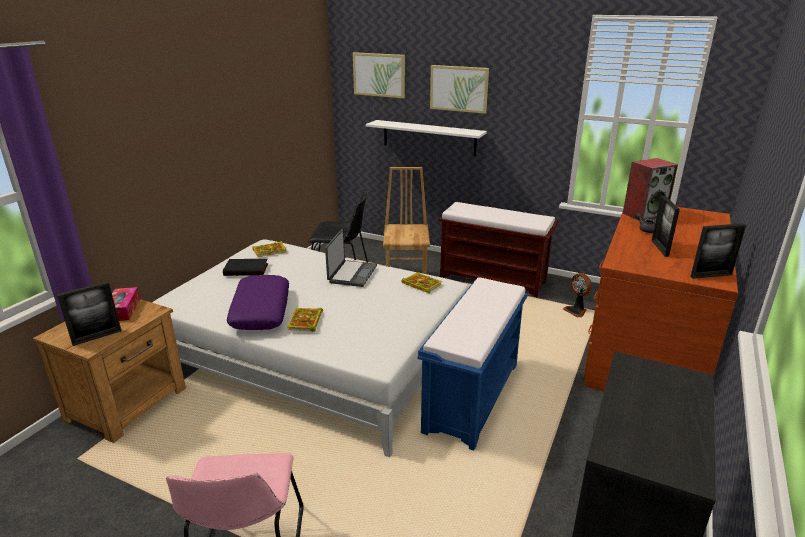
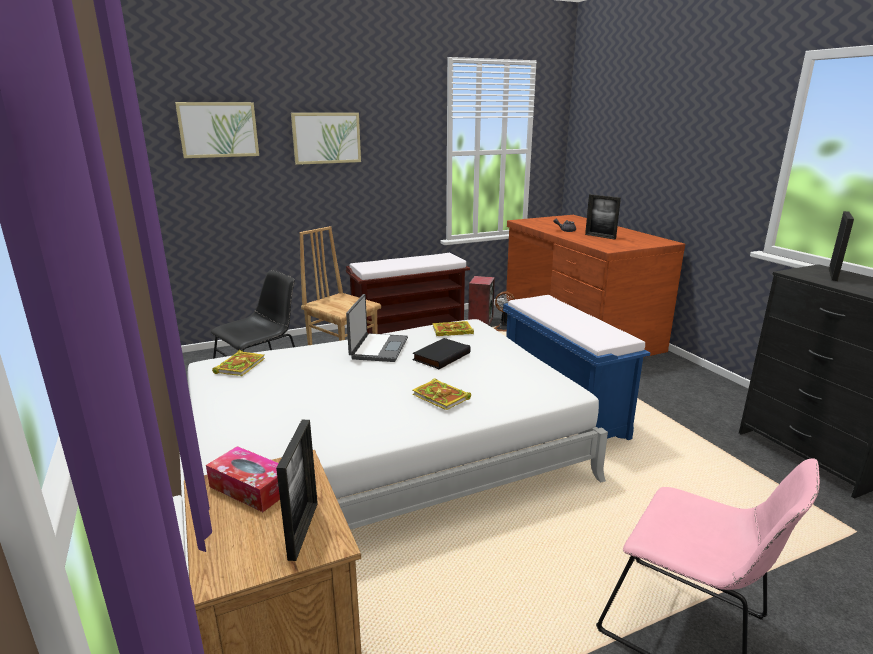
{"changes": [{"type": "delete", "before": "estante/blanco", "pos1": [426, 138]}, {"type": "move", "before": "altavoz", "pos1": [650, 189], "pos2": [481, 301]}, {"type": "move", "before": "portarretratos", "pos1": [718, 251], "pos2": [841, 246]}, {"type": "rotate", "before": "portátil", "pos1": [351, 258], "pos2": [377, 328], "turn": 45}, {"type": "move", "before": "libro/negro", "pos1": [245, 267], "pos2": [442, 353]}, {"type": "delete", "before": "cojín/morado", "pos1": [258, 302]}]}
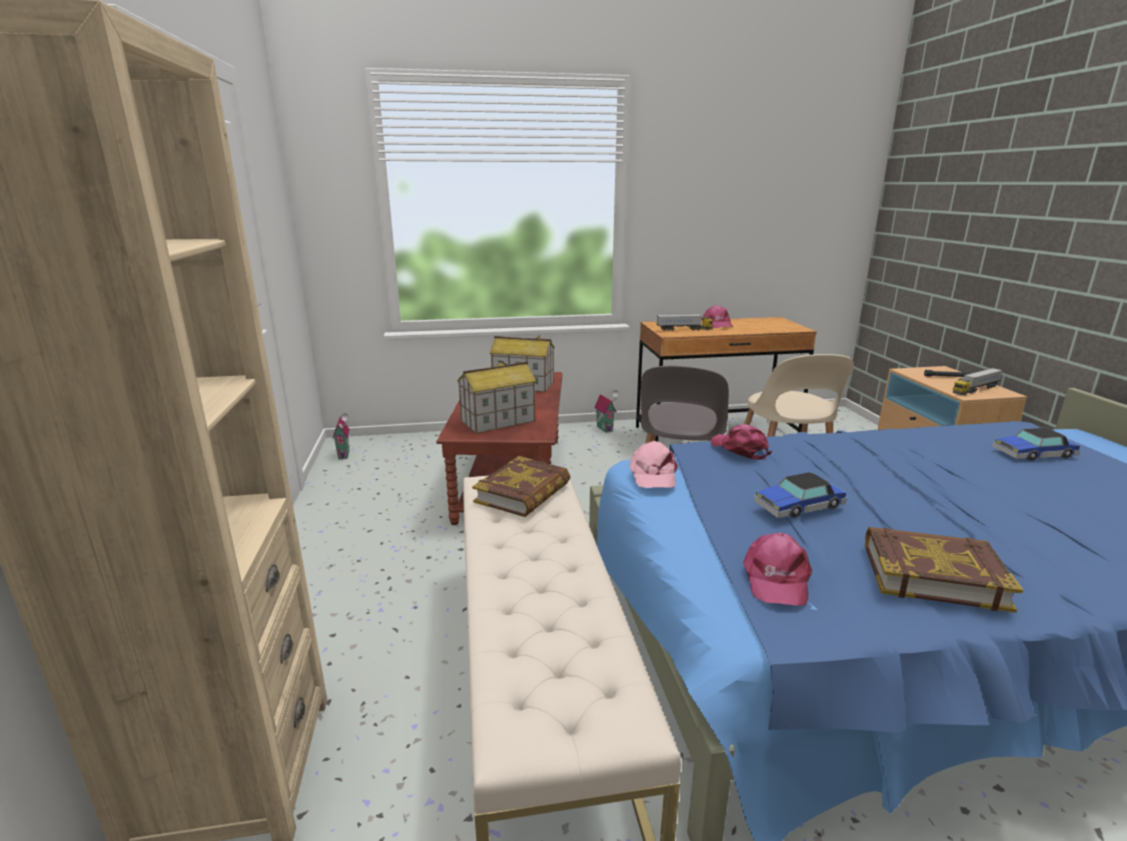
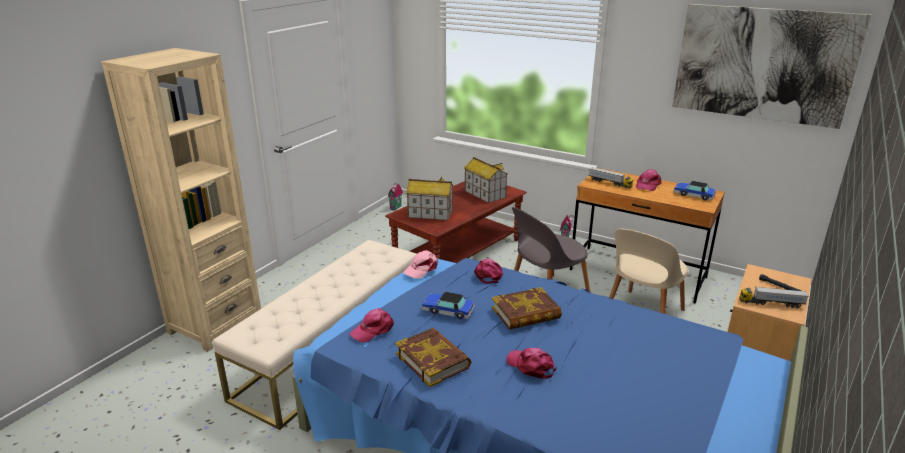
{"changes": [{"type": "move", "before": "coche de juguete", "pos1": [1036, 444], "pos2": [694, 191]}, {"type": "move", "before": "libro", "pos1": [521, 486], "pos2": [526, 308]}, {"type": "insert", "after": "cuadro", "pos2": [772, 66]}, {"type": "insert", "after": "gorra/rosa", "pos2": [532, 363]}]}
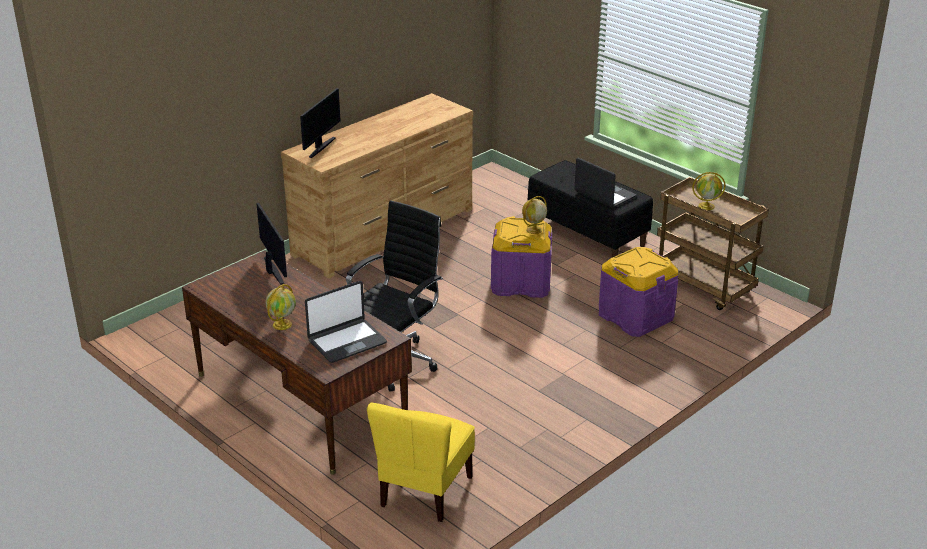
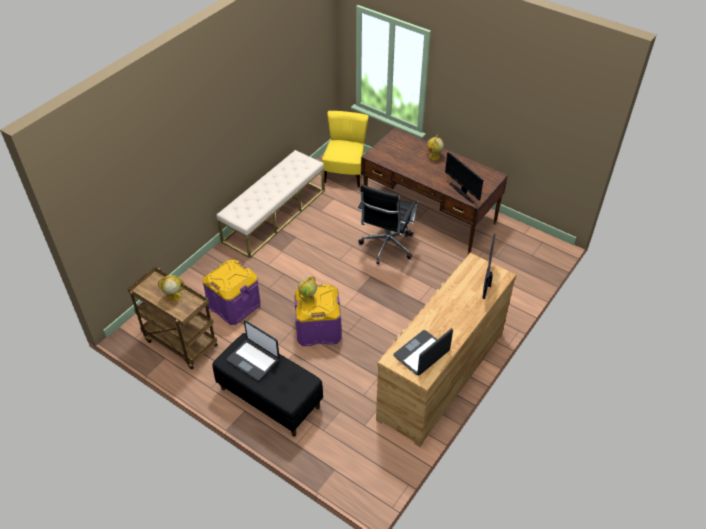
{"changes": [{"type": "move", "before": "portátil", "pos1": [346, 322], "pos2": [423, 351]}, {"type": "insert", "after": "banco/beis", "pos2": [270, 204]}]}
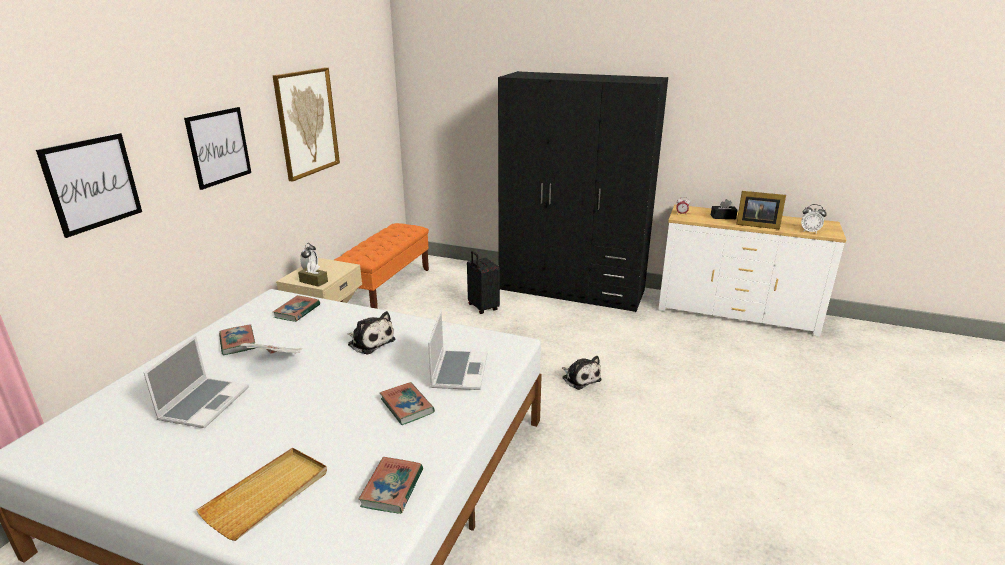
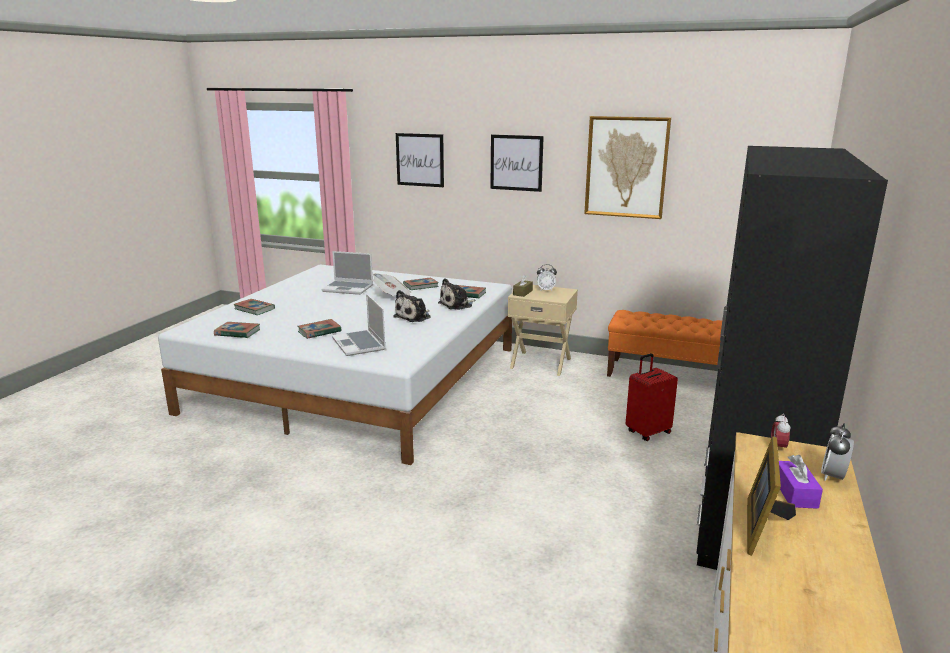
{"changes": [{"type": "recolor", "before": "caja de pañuelos/negro", "after": "caja de pañuelos/morado", "pos1": [724, 209], "pos2": [801, 482]}, {"type": "move", "before": "despertador", "pos1": [814, 219], "pos2": [837, 452]}, {"type": "recolor", "before": "maleta/negro", "after": "maleta/rojo", "pos1": [483, 282], "pos2": [652, 397]}, {"type": "rotate", "before": "portátil", "pos1": [457, 350], "pos2": [359, 325], "turn": 60}, {"type": "move", "before": "peluche", "pos1": [582, 373], "pos2": [457, 294]}, {"type": "replace", "before": "bandeja/beis", "after": "libro", "pos1": [262, 494], "pos2": [254, 307]}]}
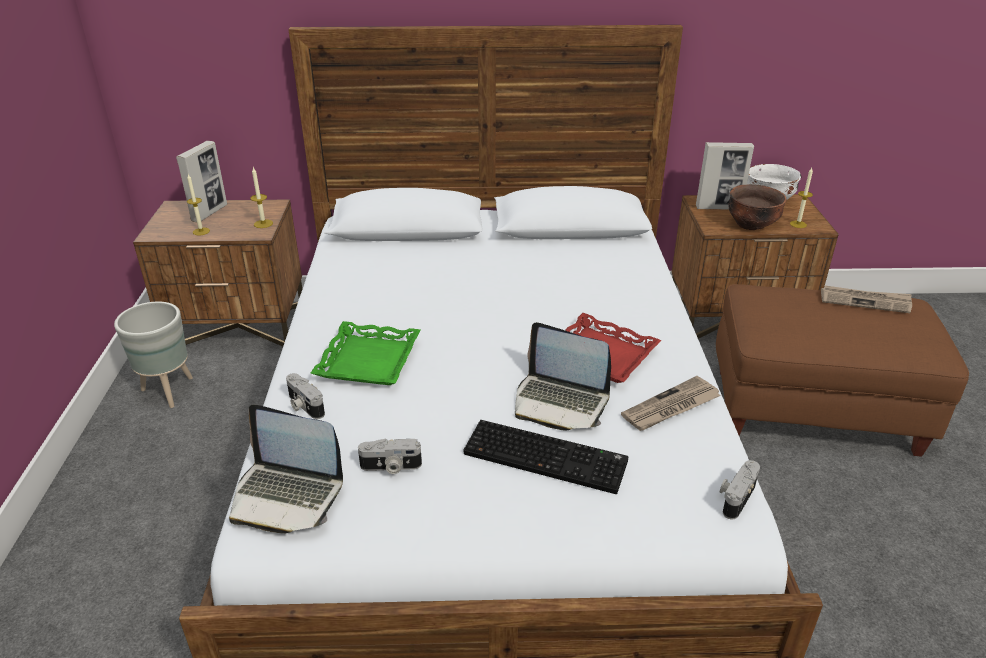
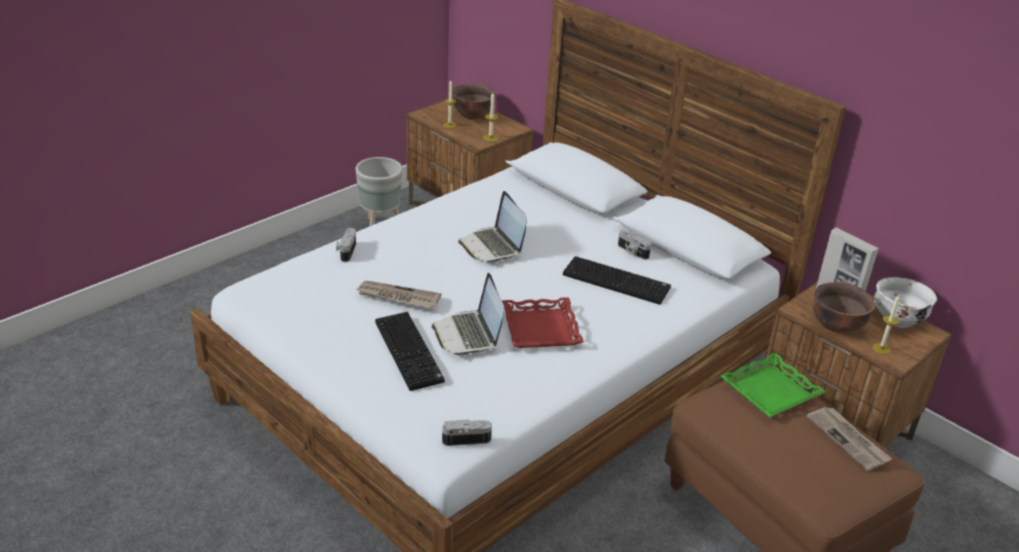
{"changes": [{"type": "replace", "before": "portarretratos", "after": "cuenco/marrón", "pos1": [201, 181], "pos2": [474, 101]}, {"type": "move", "before": "bandeja/verde", "pos1": [365, 353], "pos2": [773, 385]}, {"type": "move", "before": "periódico", "pos1": [671, 403], "pos2": [398, 294]}, {"type": "move", "before": "portátil", "pos1": [286, 469], "pos2": [492, 227]}, {"type": "move", "before": "cámara", "pos1": [390, 456], "pos2": [634, 245]}, {"type": "insert", "after": "teclado", "pos2": [617, 280]}]}
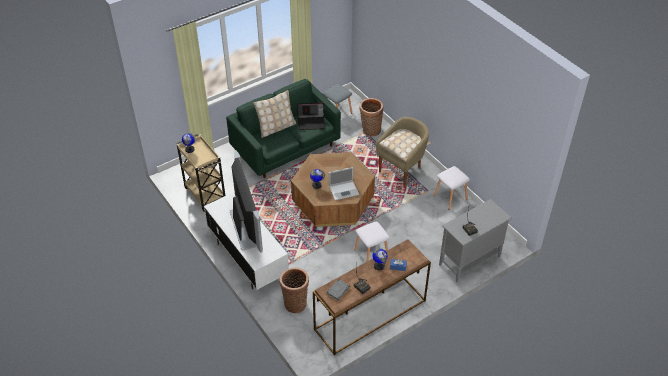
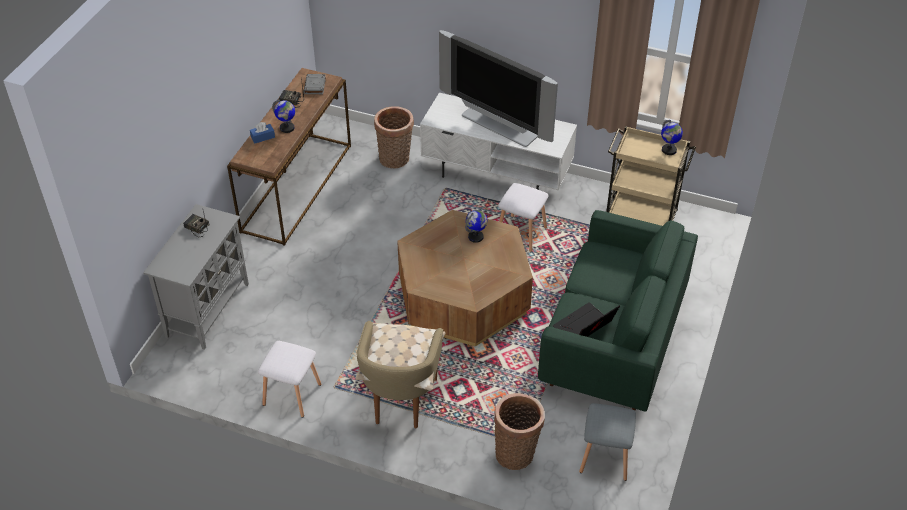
{"changes": [{"type": "delete", "before": "cojín/beis", "pos1": [274, 114]}, {"type": "delete", "before": "portátil", "pos1": [344, 183]}, {"type": "move", "before": "taburete/blanco", "pos1": [372, 241], "pos2": [523, 217]}]}
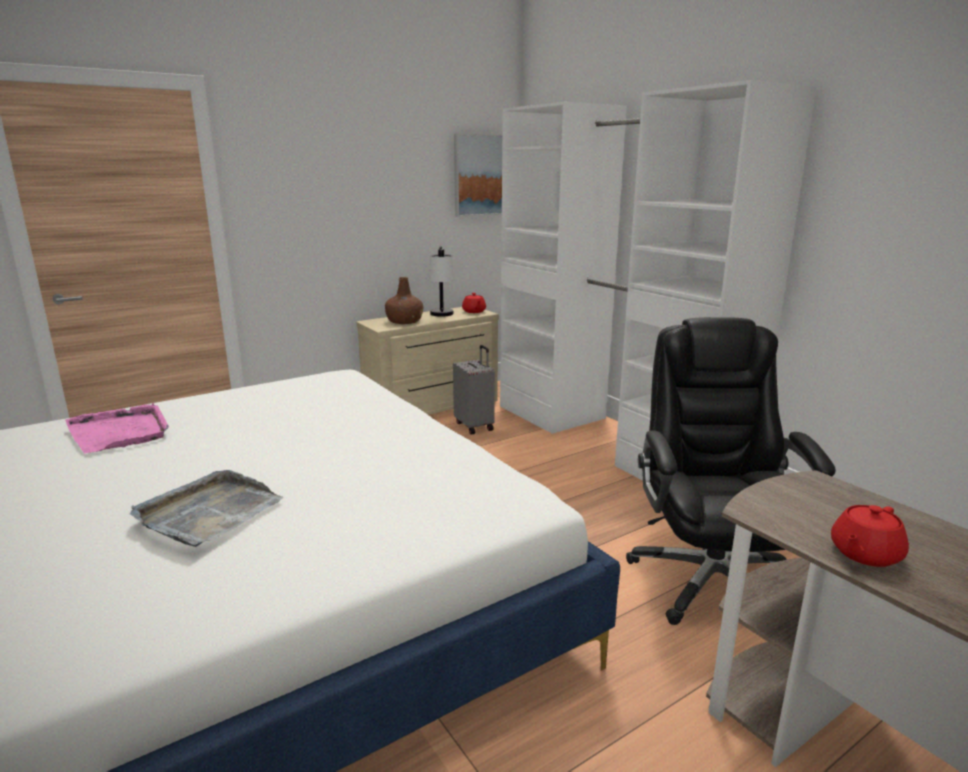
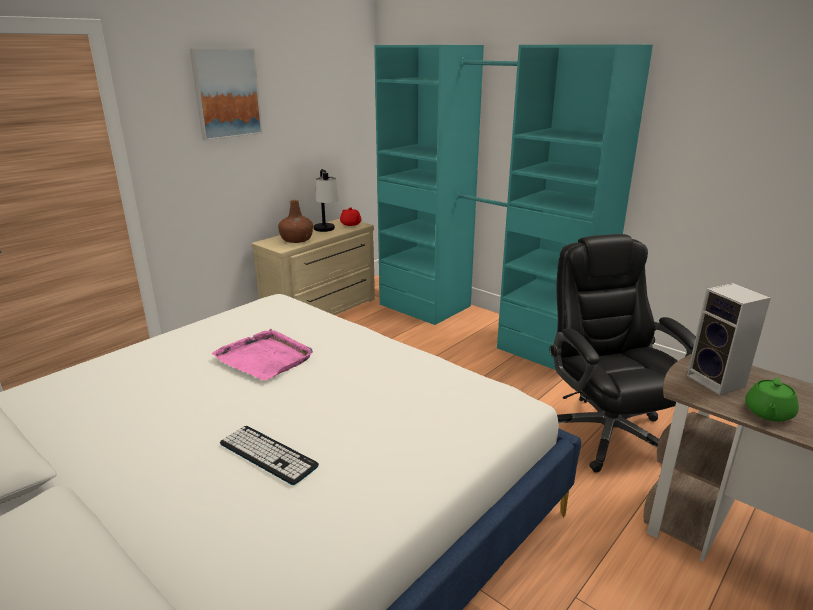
{"changes": [{"type": "recolor", "before": "armario ropero/blanco", "after": "armario ropero/turquesa", "pos1": [658, 280], "pos2": [513, 207]}, {"type": "move", "before": "cuadro", "pos1": [478, 175], "pos2": [226, 94]}, {"type": "delete", "before": "maleta/gris", "pos1": [474, 390]}, {"type": "move", "before": "bandeja/rosa", "pos1": [117, 428], "pos2": [262, 355]}, {"type": "replace", "before": "bandeja/gris", "after": "teclado", "pos1": [206, 508], "pos2": [269, 455]}, {"type": "recolor", "before": "tetera/rojo", "after": "tetera/verde", "pos1": [870, 536], "pos2": [772, 400]}, {"type": "insert", "after": "altavoz", "pos2": [729, 339]}]}
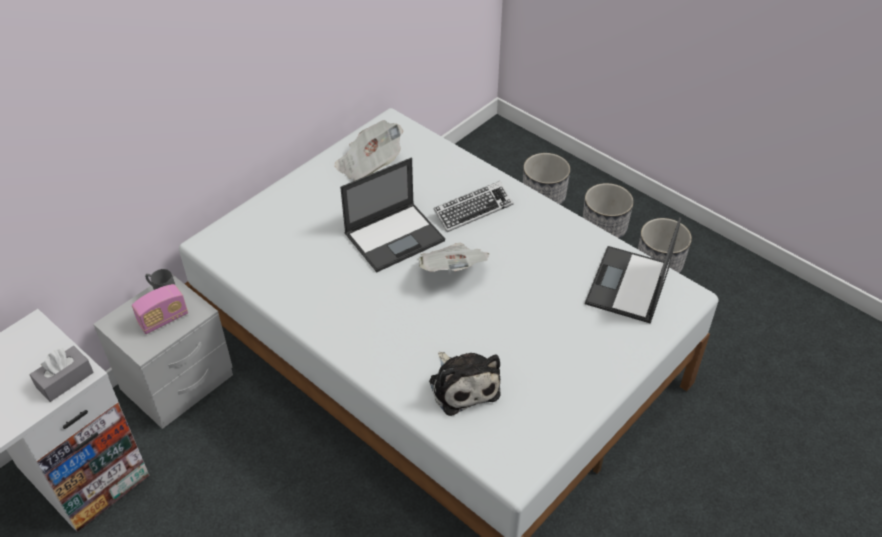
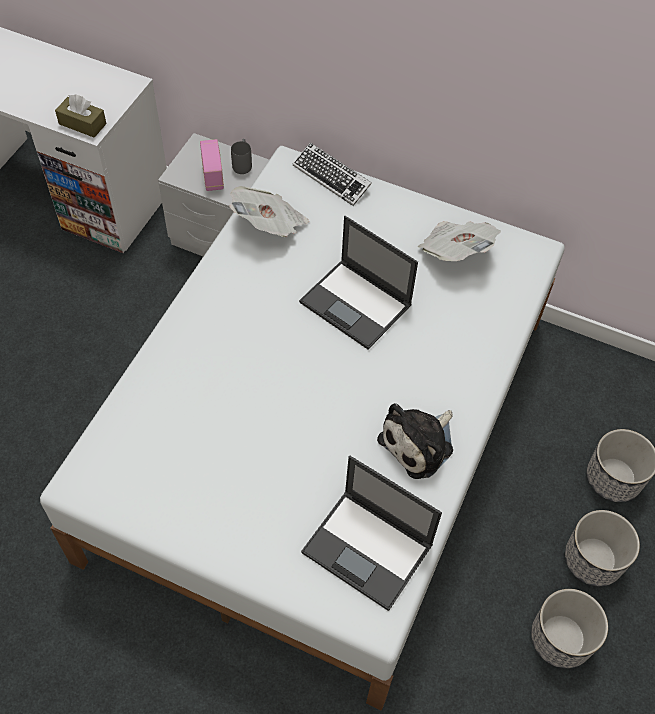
{"changes": [{"type": "move", "before": "teclado", "pos1": [473, 206], "pos2": [332, 174]}, {"type": "rotate", "before": "portátil", "pos1": [633, 270], "pos2": [371, 533], "turn": -150}, {"type": "move", "before": "periódico", "pos1": [454, 257], "pos2": [269, 211]}, {"type": "rotate", "before": "radio", "pos1": [160, 309], "pos2": [212, 165], "turn": -135}, {"type": "recolor", "before": "caja de pañuelos/gris", "after": "caja de pañuelos/marrón", "pos1": [62, 374], "pos2": [81, 116]}, {"type": "move", "before": "peluche", "pos1": [464, 384], "pos2": [415, 441]}]}
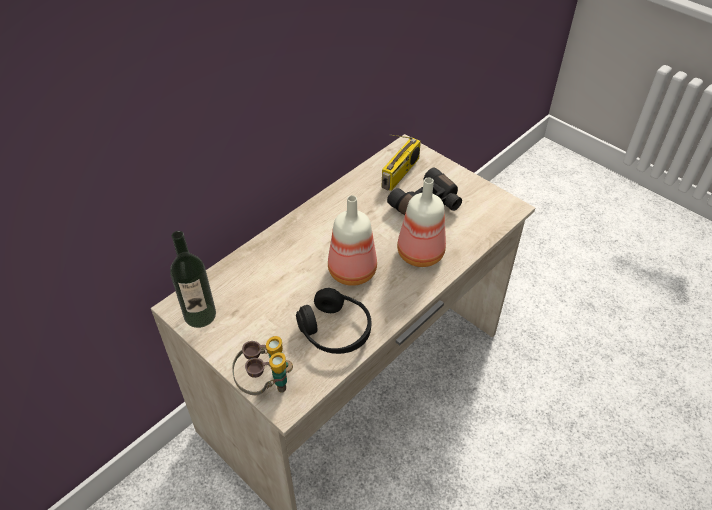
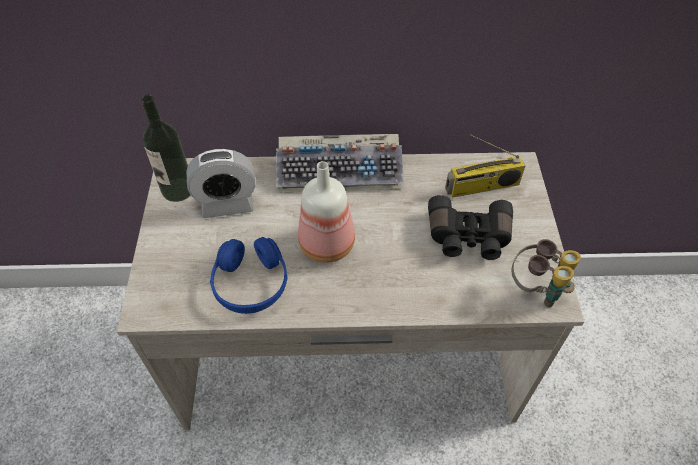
{"changes": [{"type": "delete", "before": "botella", "pos1": [421, 222]}, {"type": "recolor", "before": "auriculares/negro", "after": "auriculares/azul", "pos1": [333, 321], "pos2": [249, 275]}, {"type": "move", "before": "prismáticos", "pos1": [262, 365], "pos2": [546, 273]}, {"type": "insert", "after": "teclado", "pos2": [340, 163]}, {"type": "insert", "after": "despertador", "pos2": [221, 183]}]}
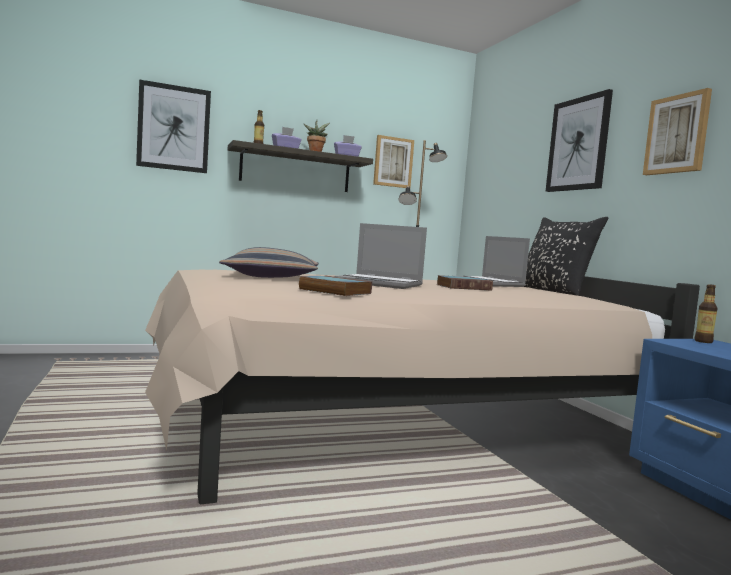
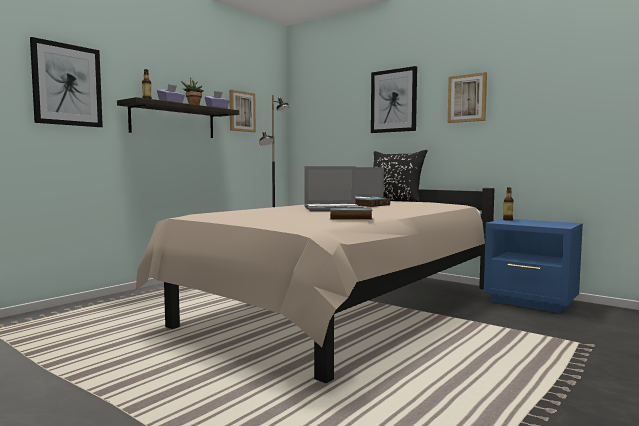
{"changes": [{"type": "delete", "before": "cojín", "pos1": [269, 262]}]}
